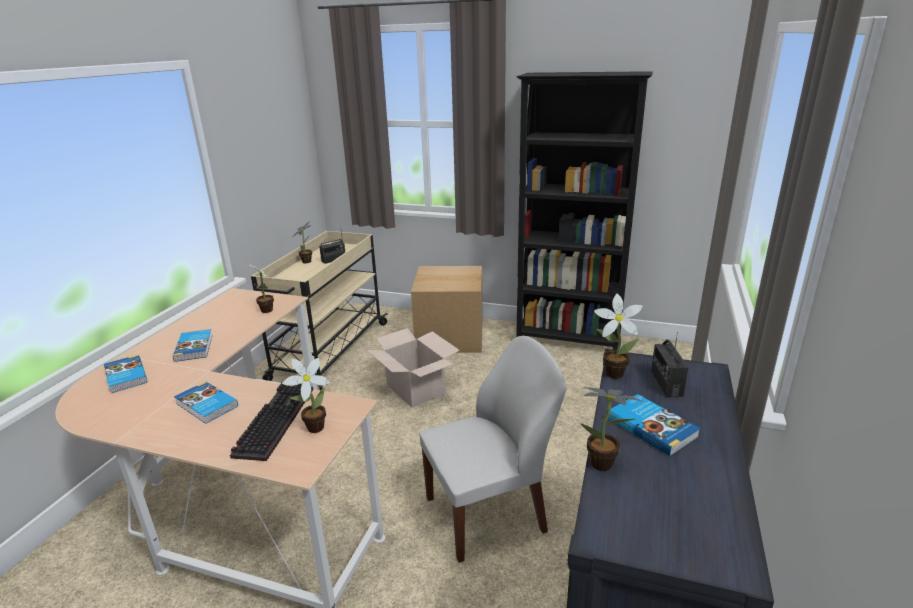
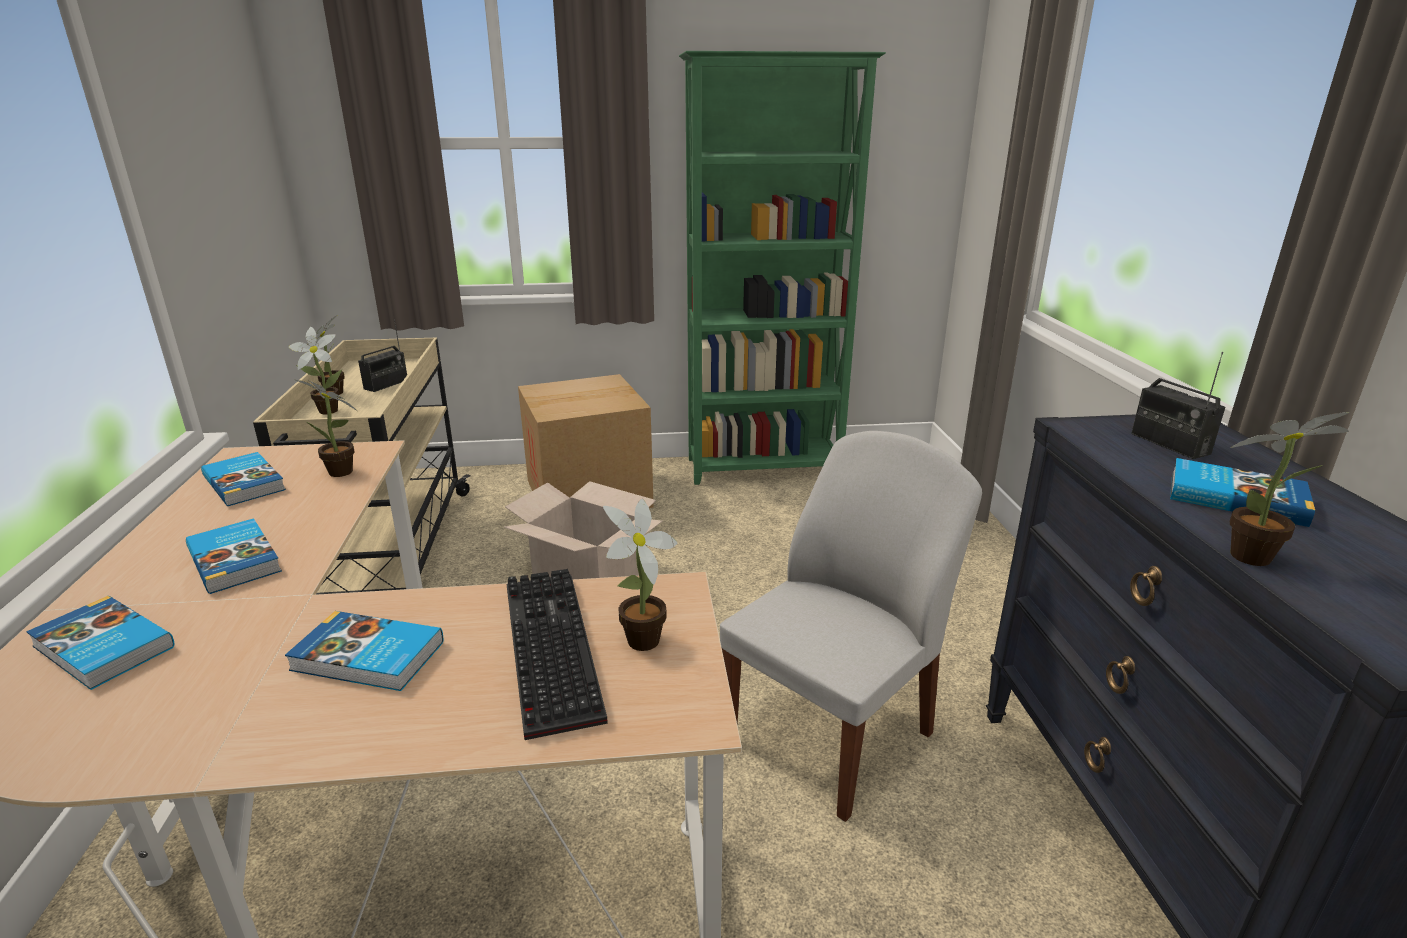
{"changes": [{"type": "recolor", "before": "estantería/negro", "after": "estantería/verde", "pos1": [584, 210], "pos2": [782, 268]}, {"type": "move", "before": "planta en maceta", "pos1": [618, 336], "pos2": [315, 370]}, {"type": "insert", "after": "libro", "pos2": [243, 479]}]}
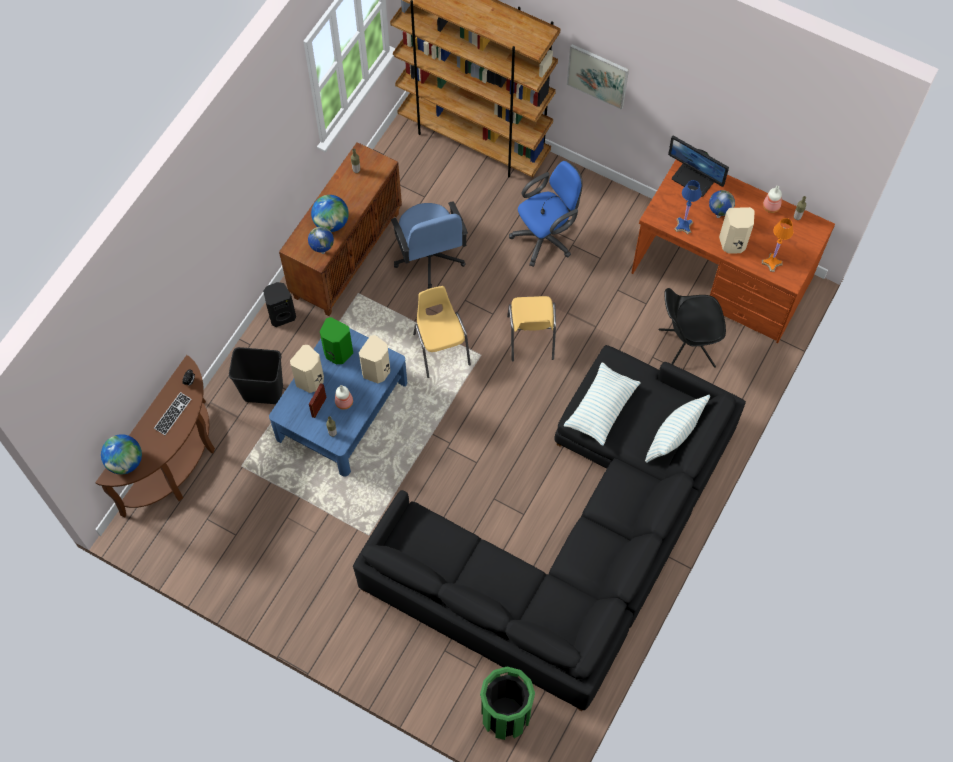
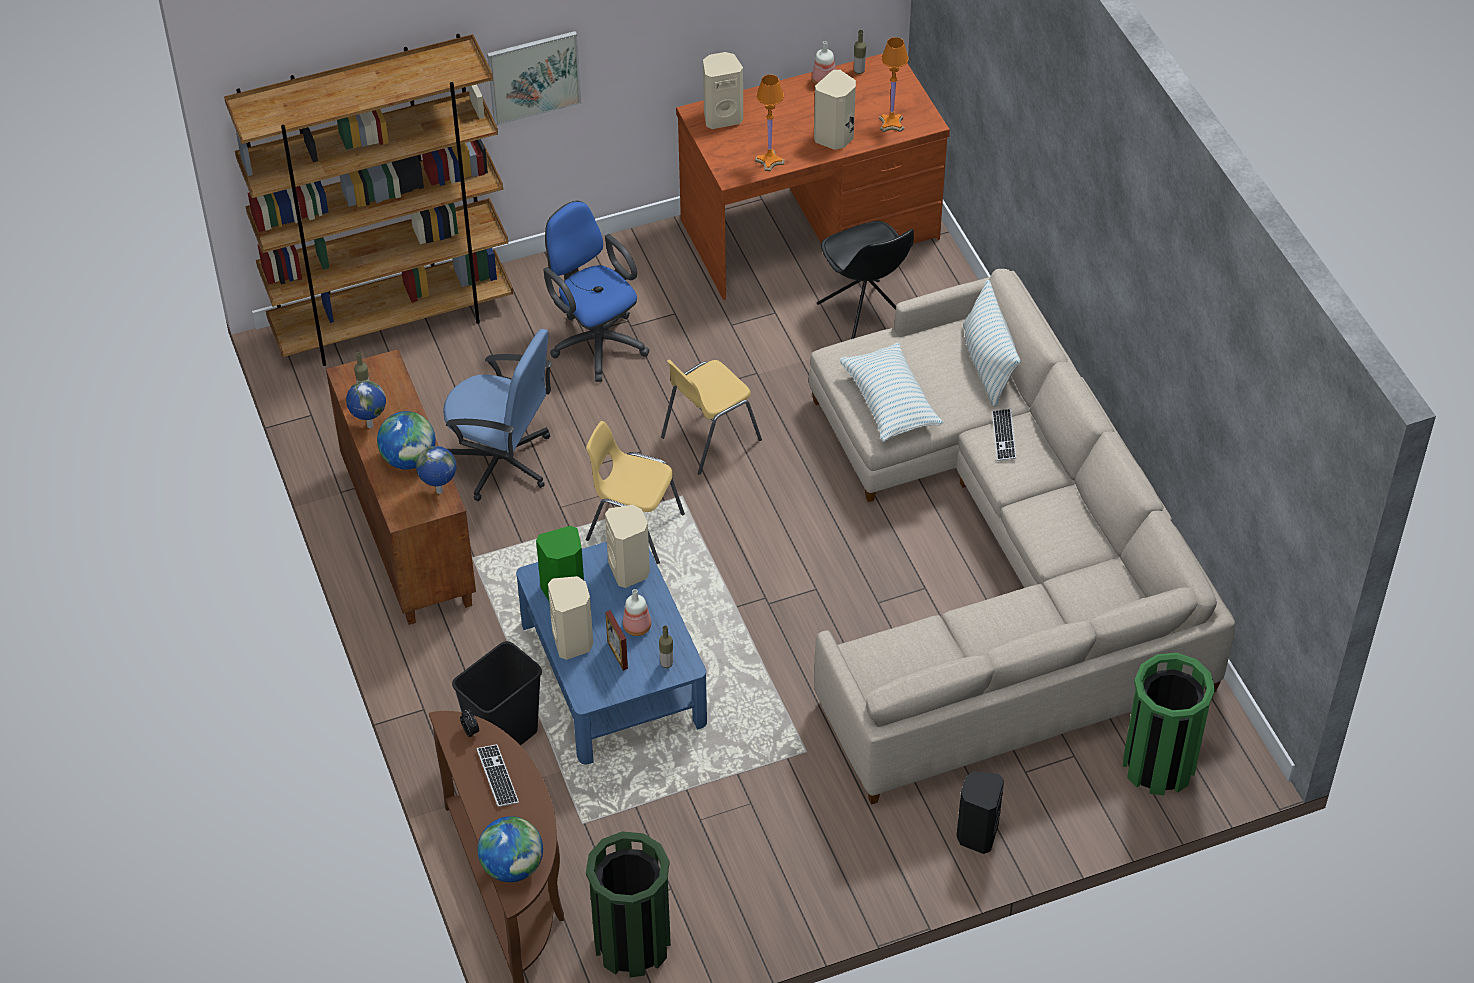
{"changes": [{"type": "replace", "before": "monitor", "after": "altavoz/beis", "pos1": [698, 166], "pos2": [723, 90]}, {"type": "rotate", "before": "silla de oficina/azul", "pos1": [546, 214], "pos2": [596, 291], "turn": -45}, {"type": "recolor", "before": "lámpara de mesa/azul", "after": "lámpara de mesa/naranja", "pos1": [687, 207], "pos2": [770, 122]}, {"type": "move", "before": "globo terráqueo", "pos1": [722, 204], "pos2": [366, 404]}, {"type": "move", "before": "altavoz/negro", "pos1": [279, 304], "pos2": [980, 812]}, {"type": "rotate", "before": "silla/negro", "pos1": [692, 328], "pos2": [865, 280], "turn": -60}, {"type": "rotate", "before": "silla/amarillo", "pos1": [531, 329], "pos2": [711, 417], "turn": 105}, {"type": "recolor", "before": "sofá/negro", "after": "sofá/beis", "pos1": [549, 528], "pos2": [1022, 537]}, {"type": "insert", "after": "teclado", "pos2": [1004, 435]}, {"type": "insert", "after": "papelera/verde", "pos2": [628, 905]}]}
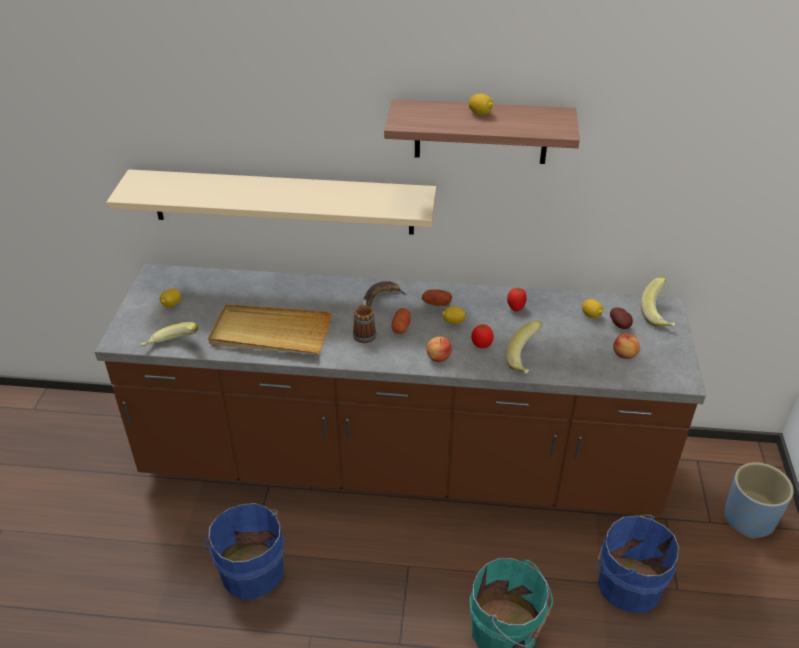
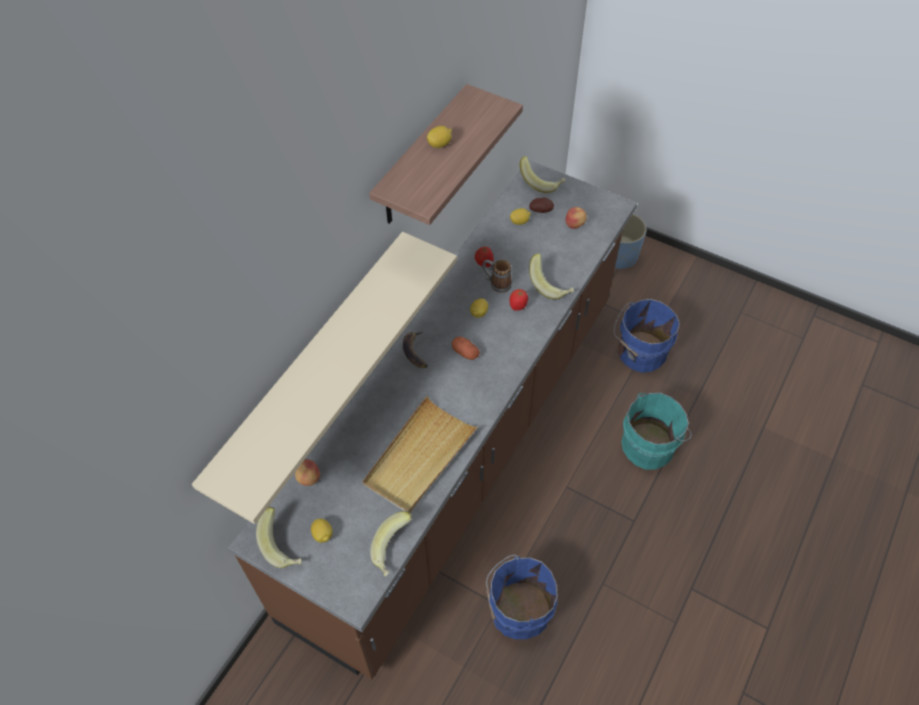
{"changes": [{"type": "delete", "before": "patata", "pos1": [437, 297]}, {"type": "move", "before": "taza grande", "pos1": [364, 321], "pos2": [497, 276]}, {"type": "move", "before": "manzana", "pos1": [439, 349], "pos2": [307, 472]}, {"type": "insert", "after": "plátano", "pos2": [279, 537]}]}
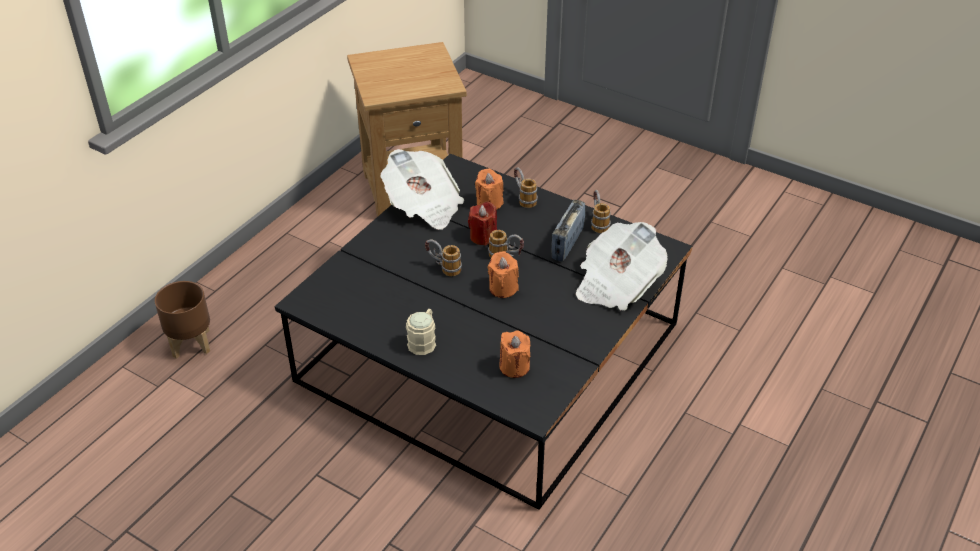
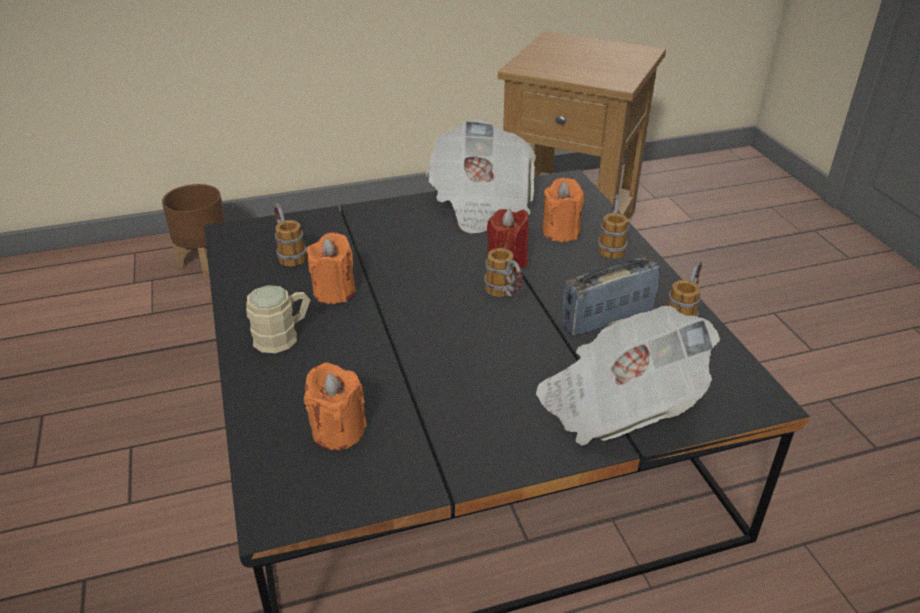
{"changes": [{"type": "move", "before": "taza grande", "pos1": [443, 257], "pos2": [289, 235]}, {"type": "move", "before": "vela/naranja", "pos1": [503, 274], "pos2": [331, 268]}]}
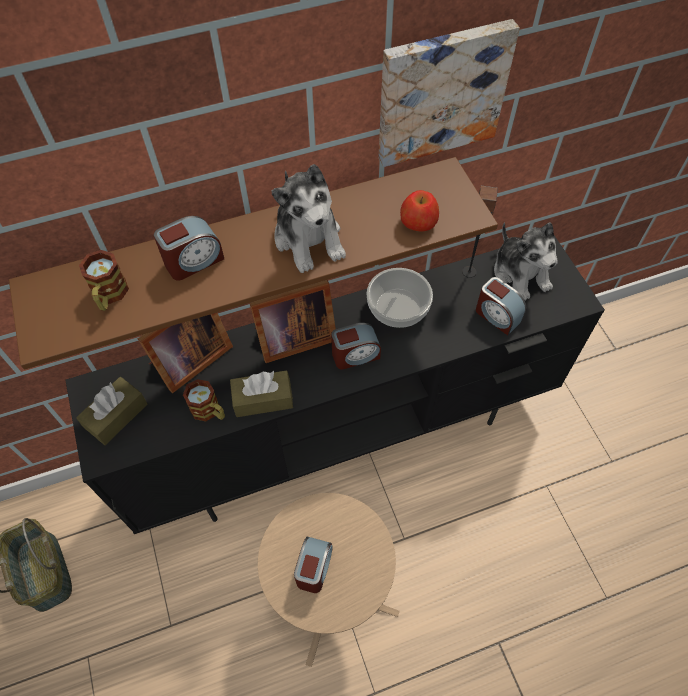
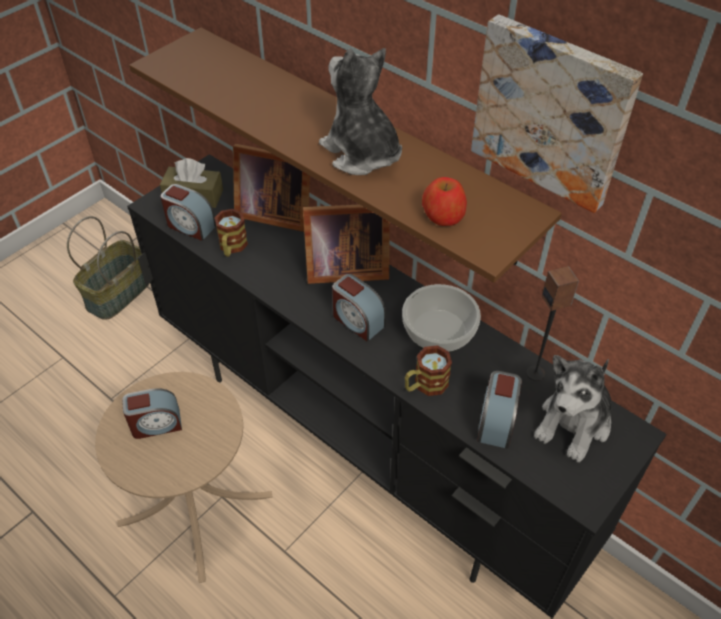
{"changes": [{"type": "rotate", "before": "peluche", "pos1": [308, 218], "pos2": [360, 111], "turn": 105}, {"type": "move", "before": "despertador", "pos1": [189, 248], "pos2": [188, 212]}, {"type": "move", "before": "taza grande", "pos1": [104, 280], "pos2": [428, 370]}, {"type": "rotate", "before": "portarretratos", "pos1": [293, 321], "pos2": [346, 244], "turn": -45}, {"type": "delete", "before": "caja de pañuelos/marrón", "pos1": [261, 393]}]}
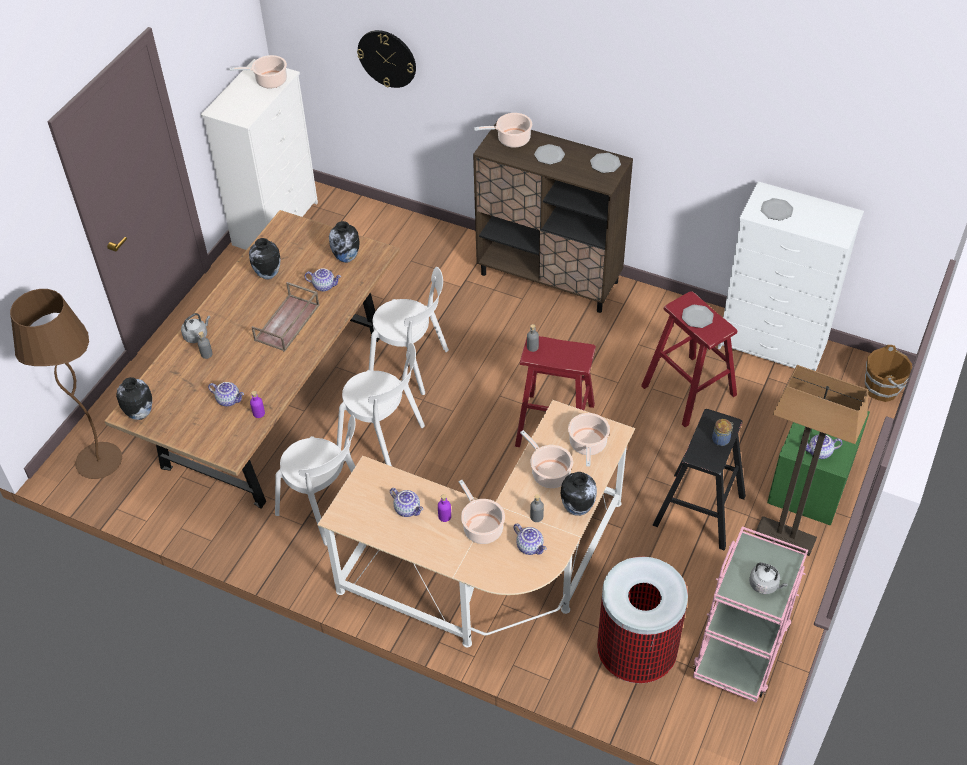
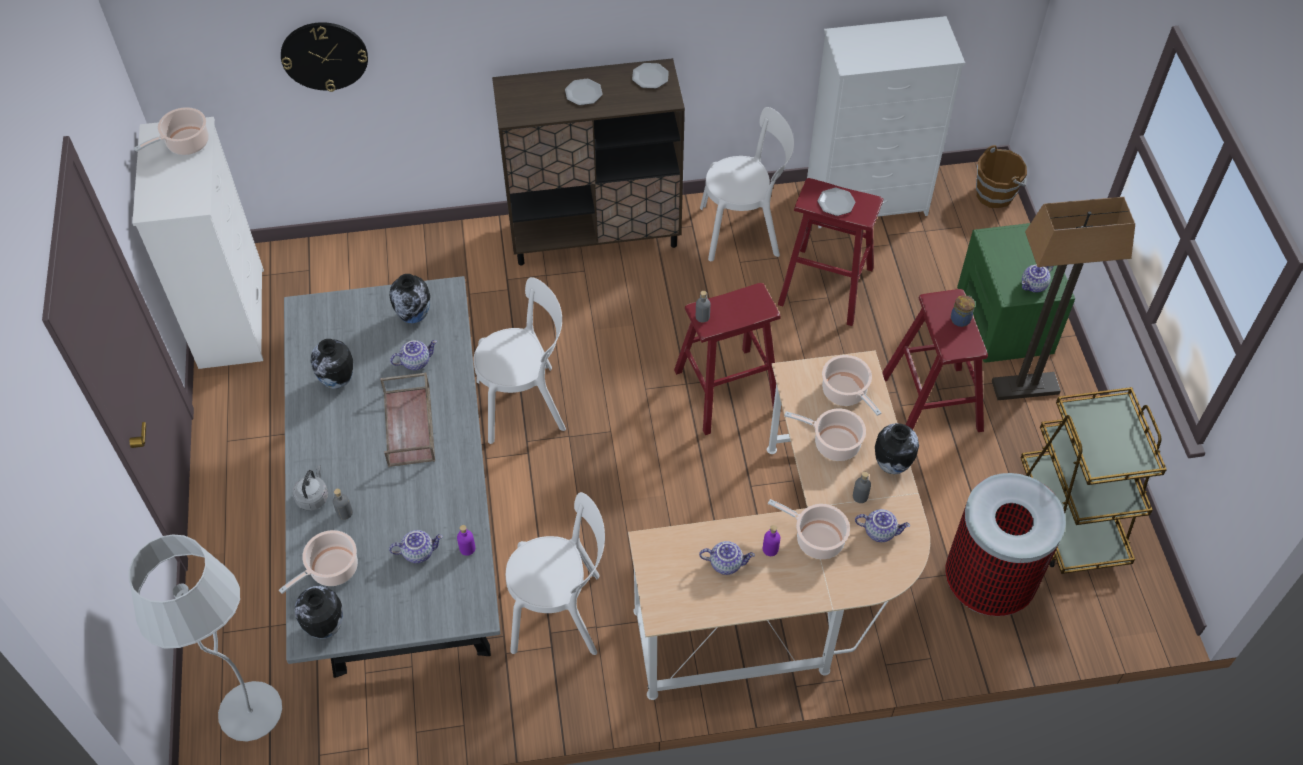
{"changes": [{"type": "move", "before": "olla", "pos1": [503, 130], "pos2": [318, 562]}, {"type": "delete", "before": "plato", "pos1": [777, 209]}, {"type": "recolor", "before": "mesa de comedor/marrón", "after": "mesa de comedor/gris", "pos1": [252, 359], "pos2": [392, 477]}, {"type": "recolor", "before": "lámpara de pie/marrón", "after": "lámpara de pie/blanco", "pos1": [66, 384], "pos2": [205, 637]}, {"type": "move", "before": "silla/blanco", "pos1": [381, 404], "pos2": [747, 184]}, {"type": "recolor", "before": "taburete/negro", "after": "taburete/rojo", "pos1": [699, 479], "pos2": [935, 360]}, {"type": "recolor", "before": "carrito/rosa", "after": "carrito/marrón", "pos1": [750, 614], "pos2": [1093, 480]}, {"type": "delete", "before": "hervidor/gris", "pos1": [768, 578]}]}
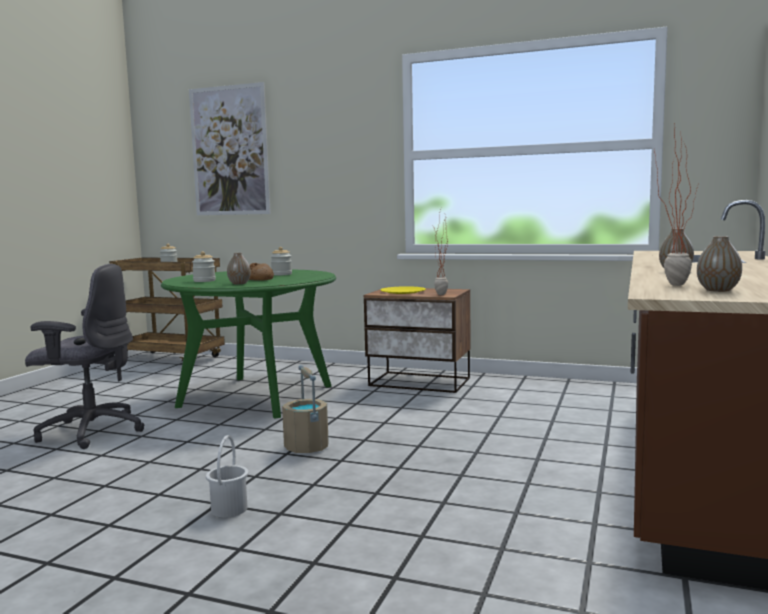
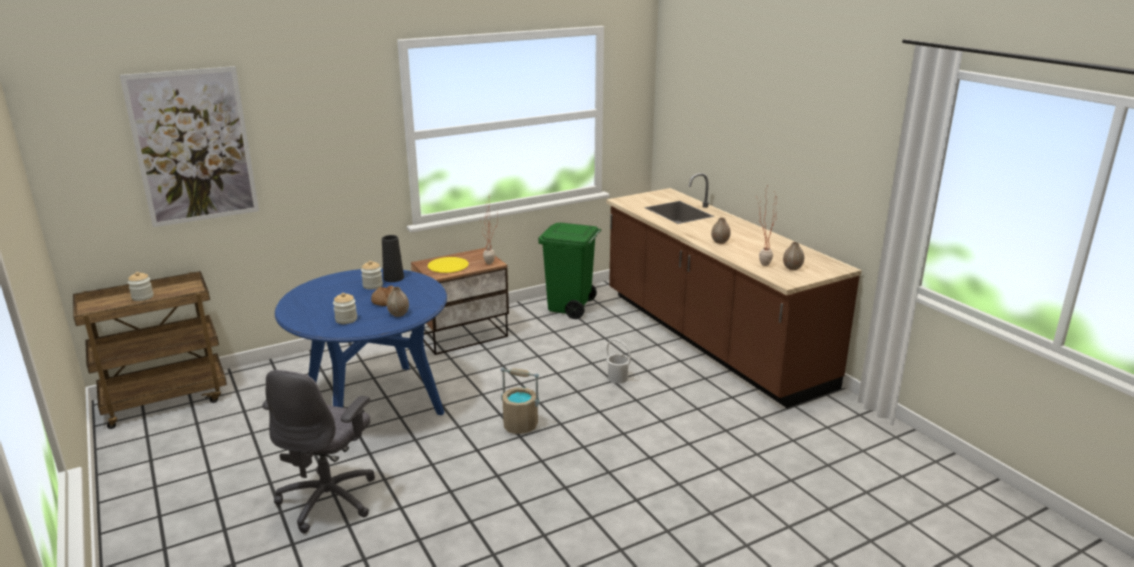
{"changes": [{"type": "rotate", "before": "silla de oficina/gris", "pos1": [85, 356], "pos2": [318, 451], "turn": 150}, {"type": "recolor", "before": "mesa de comedor/verde", "after": "mesa de comedor/azul", "pos1": [248, 344], "pos2": [361, 341]}, {"type": "move", "before": "cubo/blanco", "pos1": [227, 476], "pos2": [618, 361]}, {"type": "insert", "after": "papelera/verde", "pos2": [569, 271]}, {"type": "insert", "after": "florero/negro", "pos2": [393, 258]}]}
